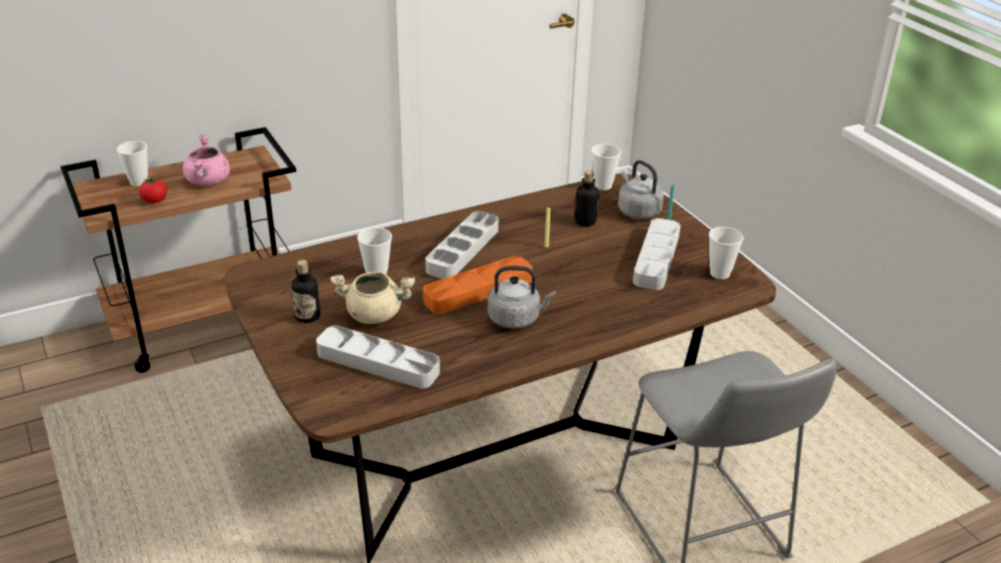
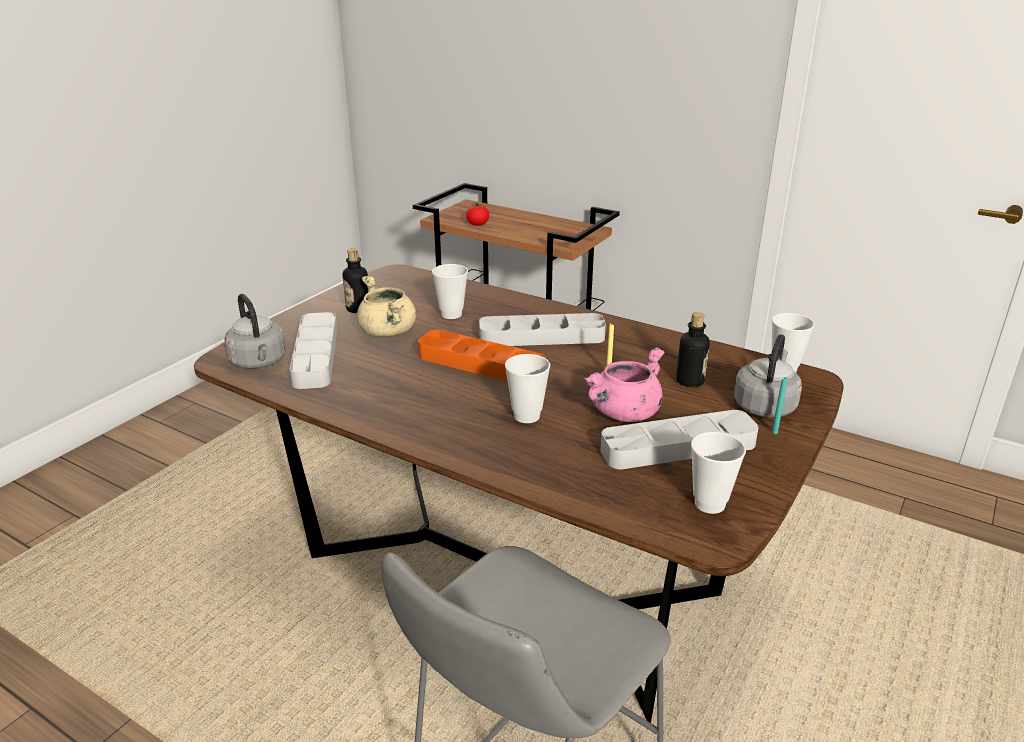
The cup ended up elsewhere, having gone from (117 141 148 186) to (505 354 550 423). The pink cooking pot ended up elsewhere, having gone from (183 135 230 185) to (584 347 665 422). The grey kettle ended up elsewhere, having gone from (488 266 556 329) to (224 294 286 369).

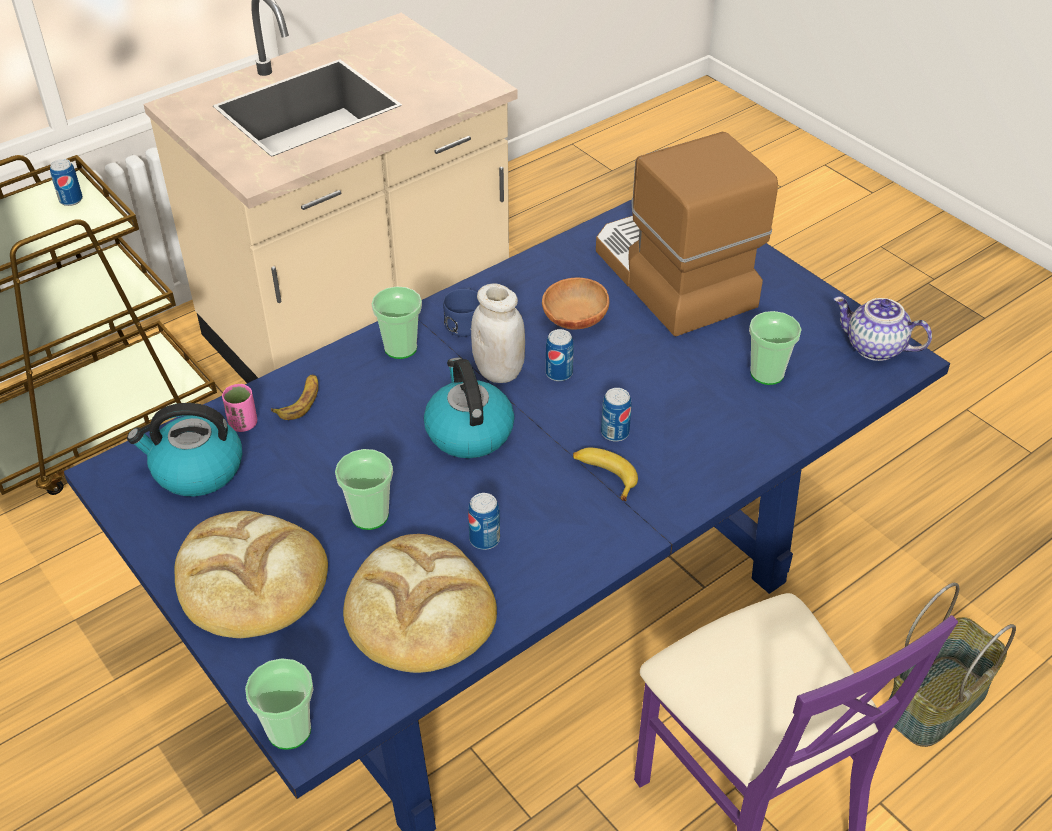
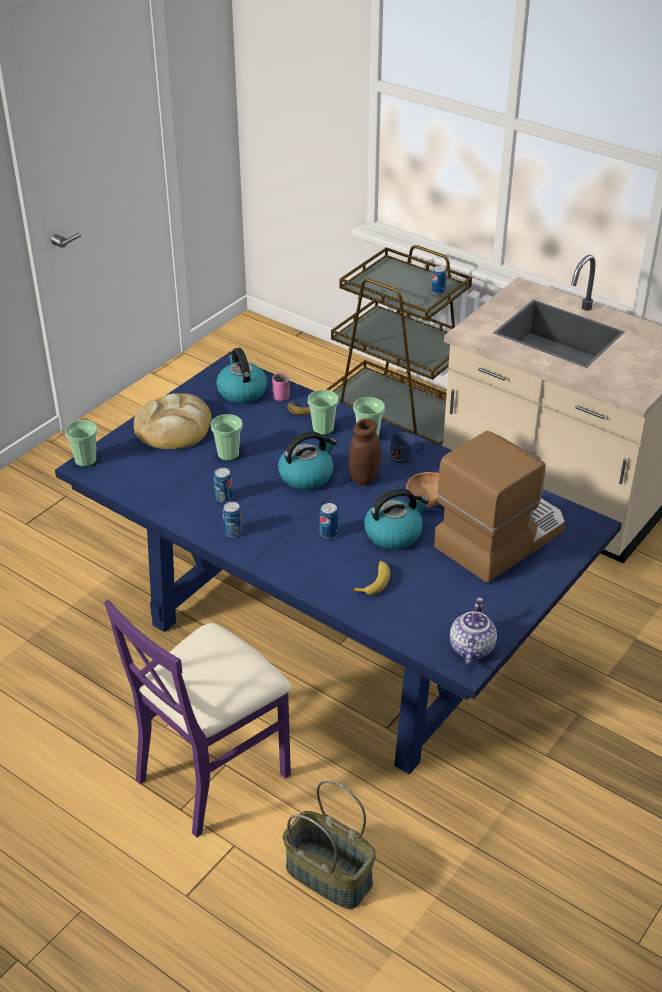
The second view lost the bread at (343 534 497 673). What was the white jar at (471 283 525 383) turned into the brown jar at (349 419 381 485). The can ended up elsewhere, having gone from (546 329 574 381) to (223 502 242 537). The banana ended up elsewhere, having gone from (573 448 638 501) to (352 561 390 595). The cup ended up elsewhere, having gone from (749 311 802 385) to (308 390 339 435). The second view gained the kettle at (364 488 429 549).

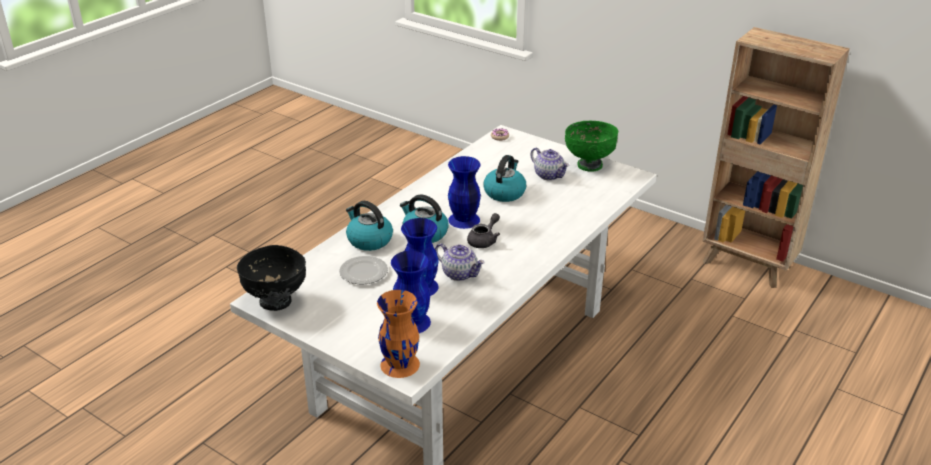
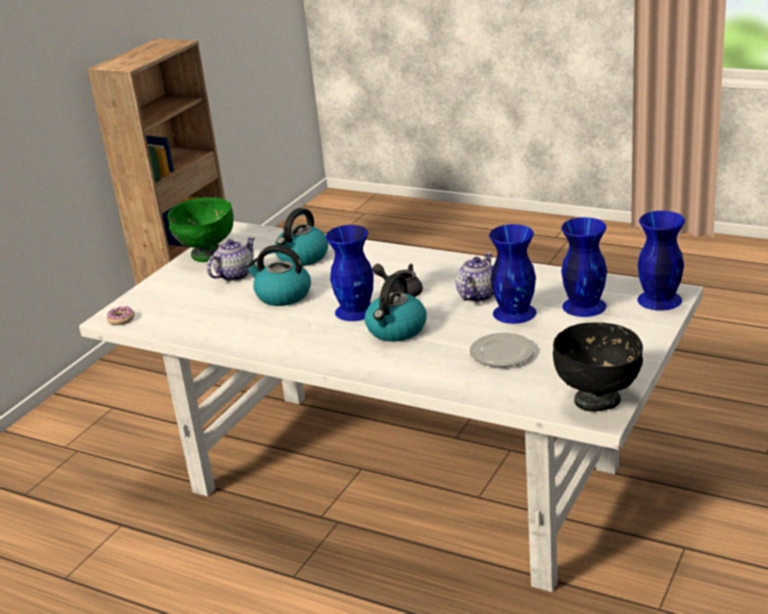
The kettle ended up elsewhere, having gone from (346 201 393 251) to (275 208 328 266). What was the orange vase at (377 290 420 378) turned into the blue vase at (637 211 685 311).

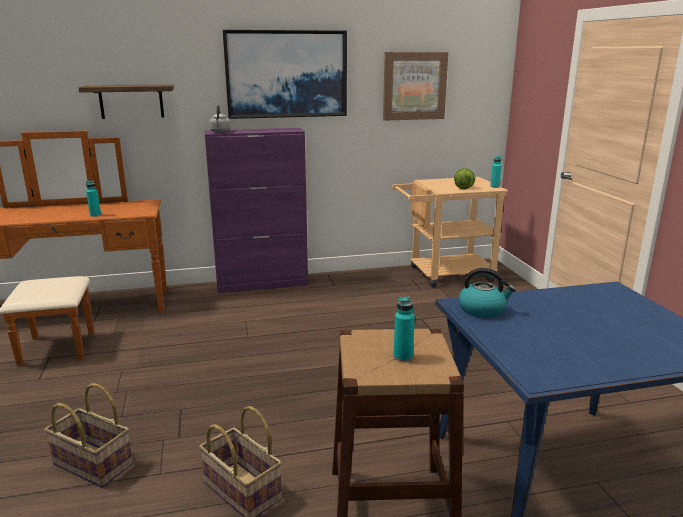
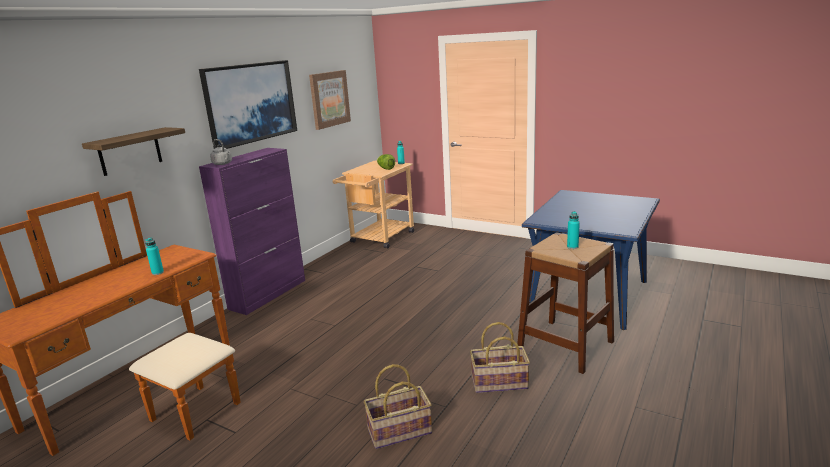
The second view lost the kettle at (459 268 516 318).

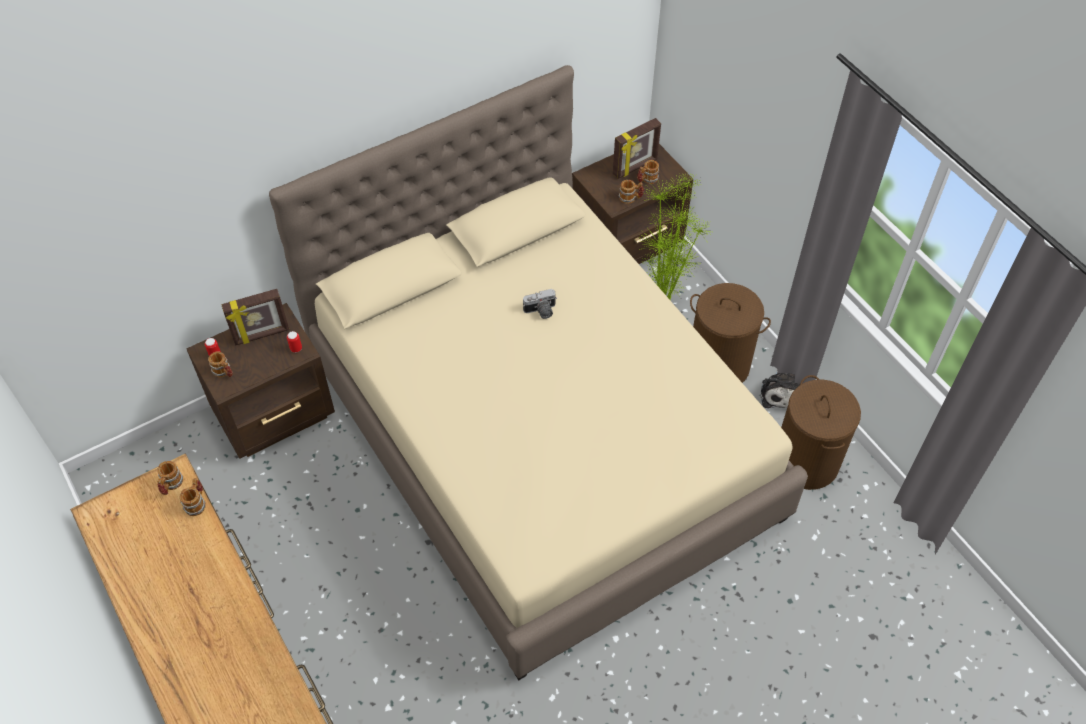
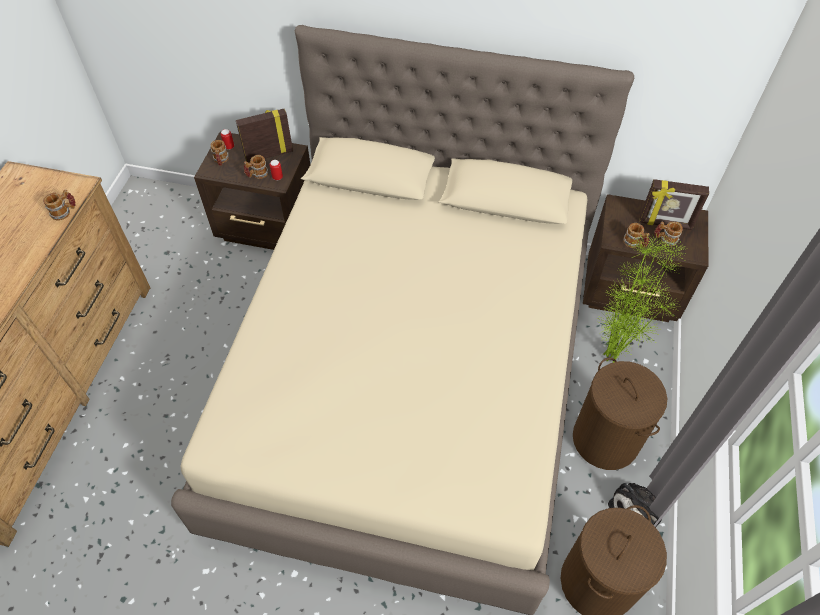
The mug ended up elsewhere, having gone from (157 461 183 495) to (244 155 268 179). The picture frame at (221 289 289 345) ended up facing another way, 135 degrees clockwise from before. The second view lost the photo camera at (523 289 557 319).

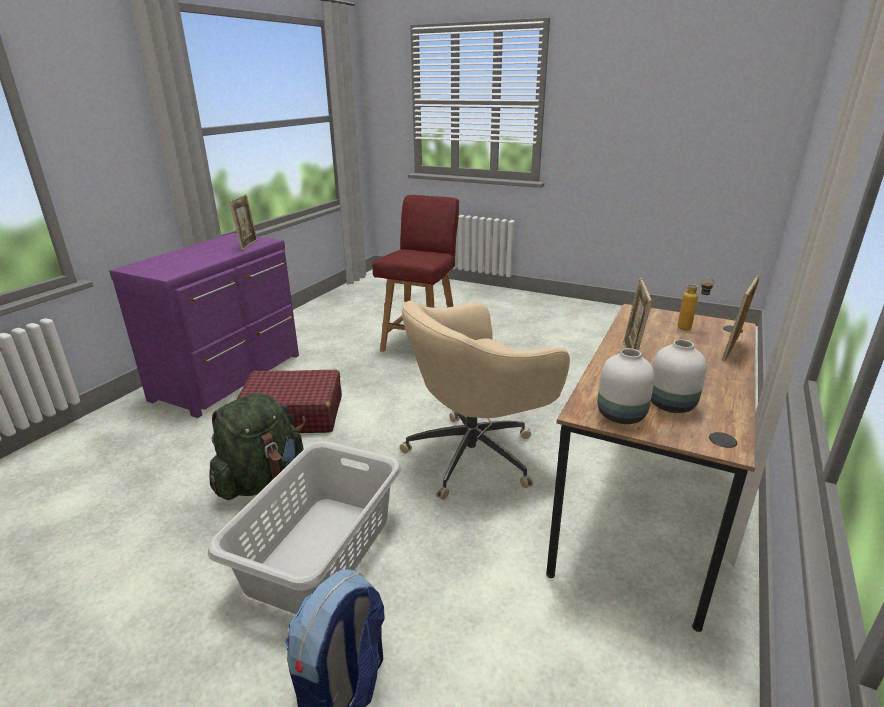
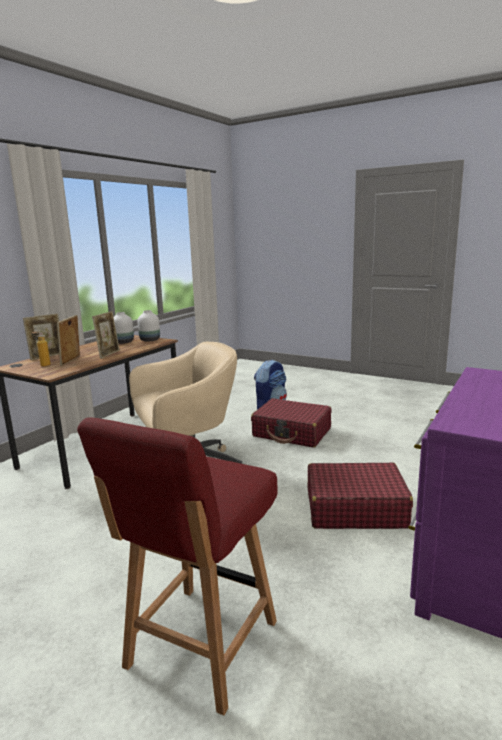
Where the grey laundry basket stood at (208 441 401 614), the red suitcase came to stand at (251 398 331 447). The second view lost the green backpack at (209 393 304 500). The picture frame ended up elsewhere, having gone from (229 194 257 251) to (57 315 80 366).

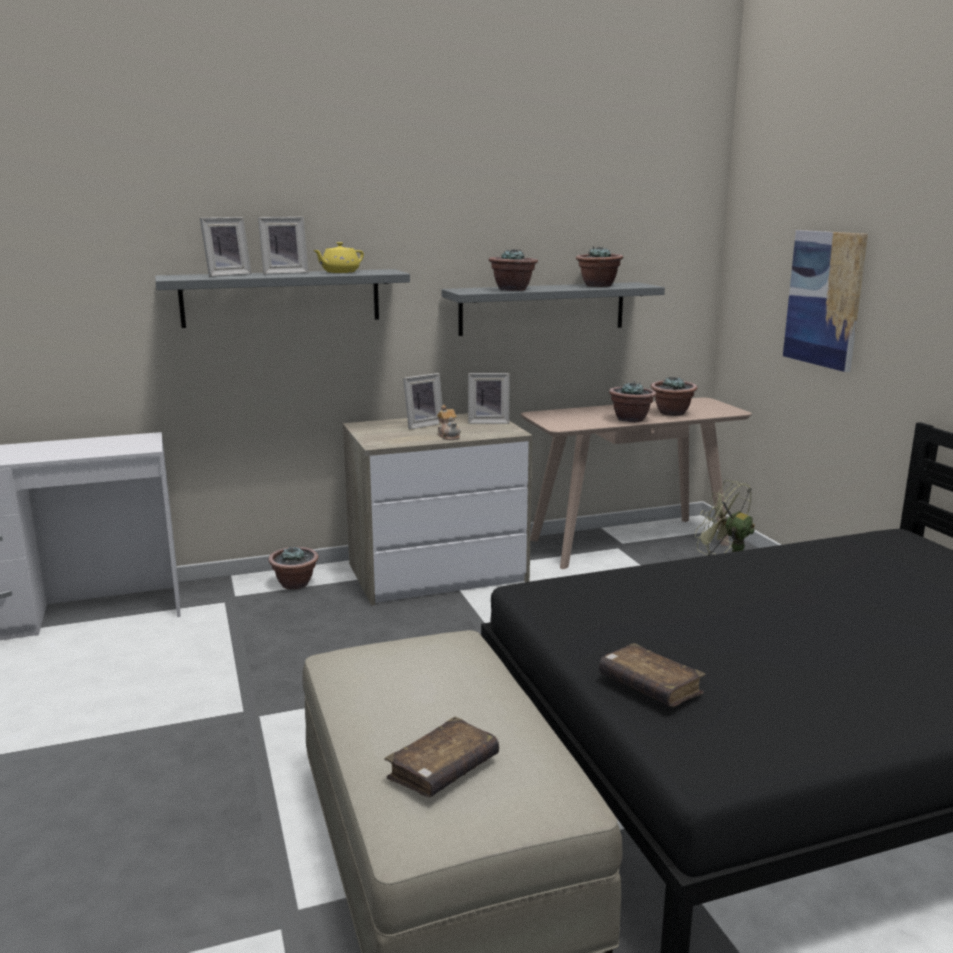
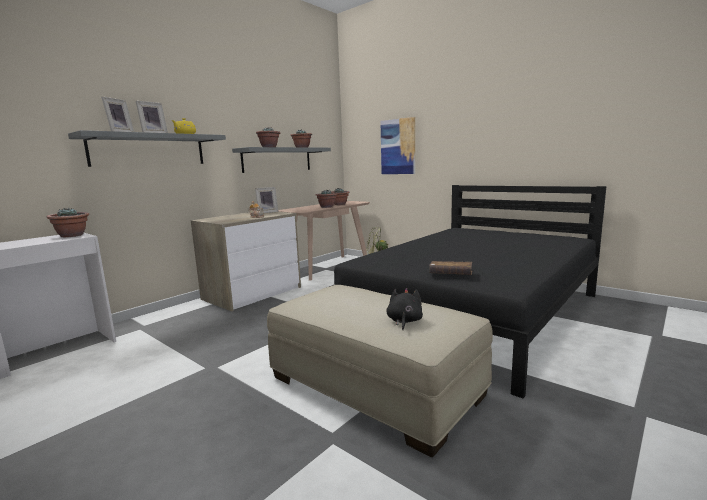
The potted plant ended up elsewhere, having gone from (268 546 318 590) to (47 208 89 237). Where the brown book stood at (385 716 499 797), the black plush toy came to stand at (386 288 423 330). The second view lost the picture frame at (403 373 443 429).

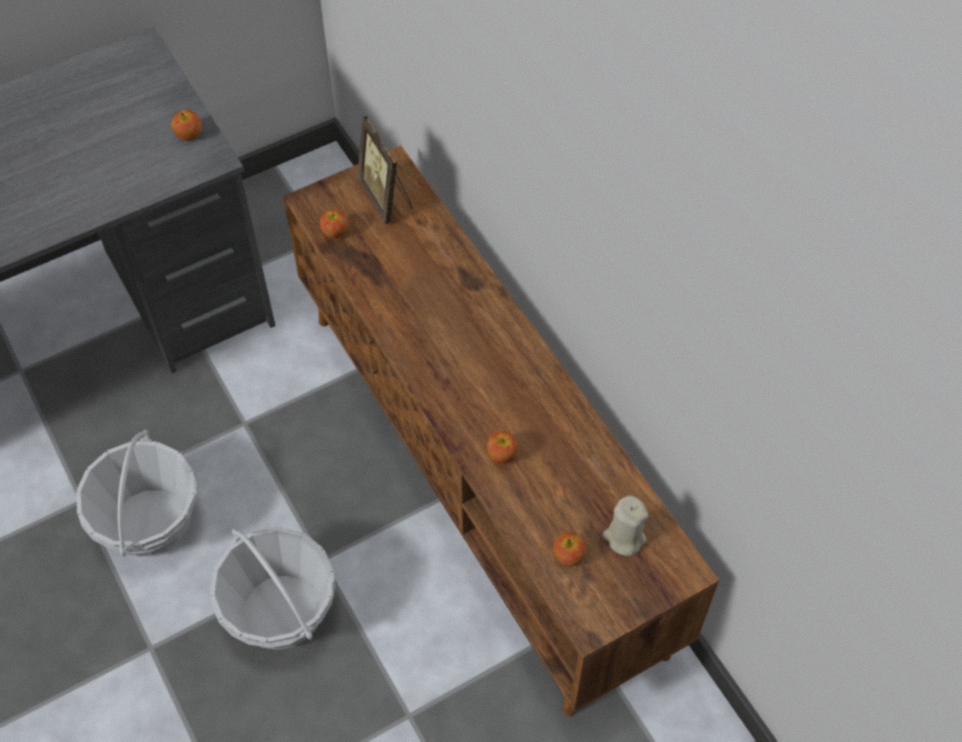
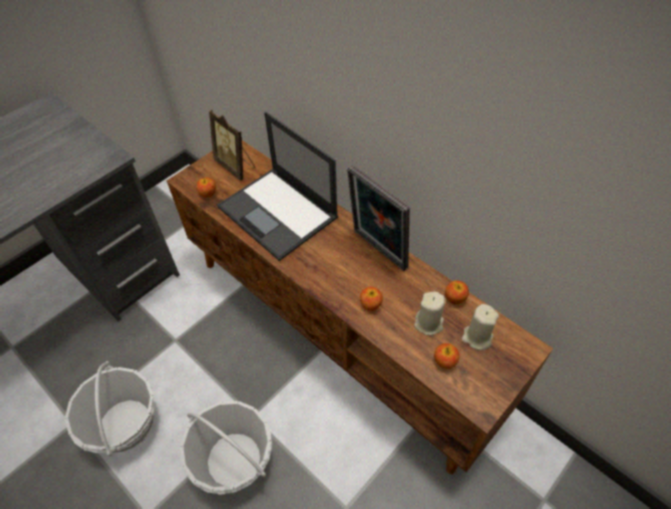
The apple ended up elsewhere, having gone from (171 110 202 141) to (445 280 469 304). The second view gained the laptop at (217 112 338 261). The second view gained the picture frame at (347 165 410 271). The second view gained the beige candle at (414 292 445 335).

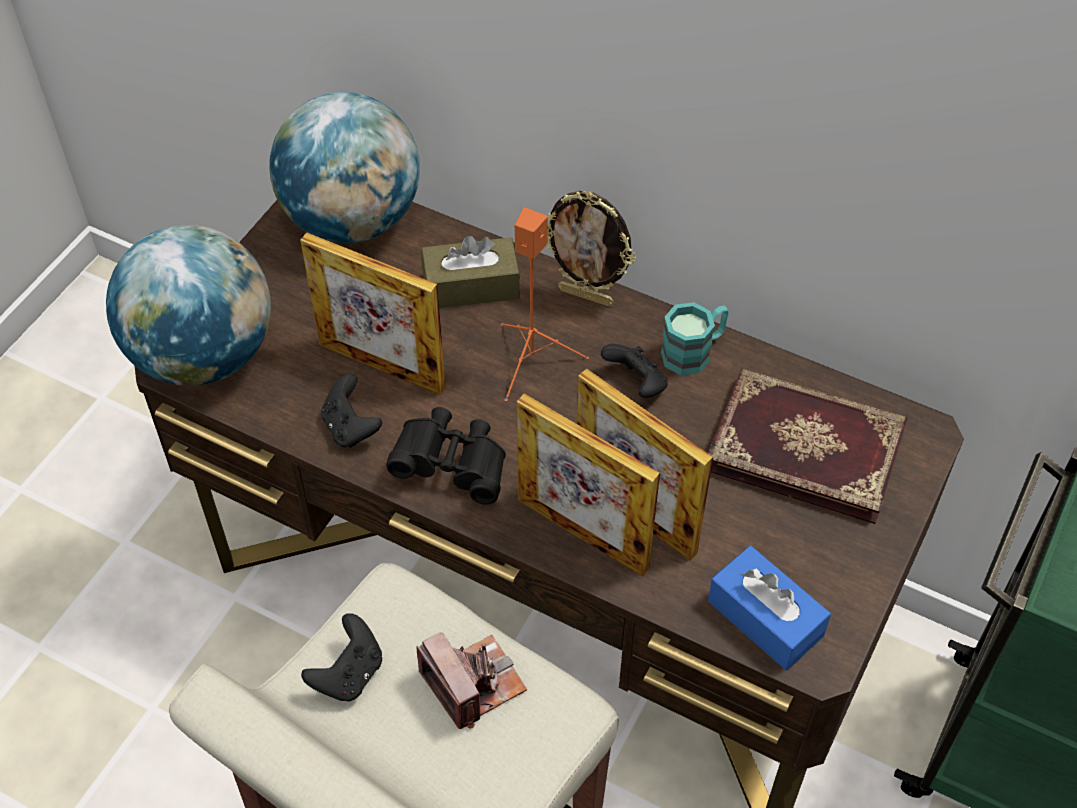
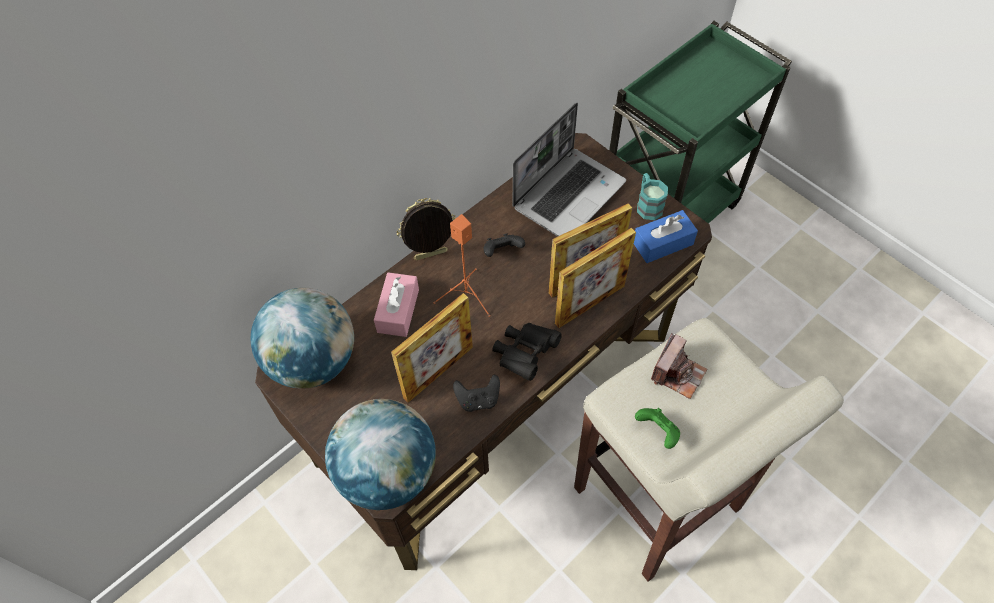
What was the black game controller at (301 613 382 701) turned into the green game controller at (635 408 680 449). The photo camera at (416 632 527 729) ended up facing another way, 135 degrees clockwise from before. What was the brown tissue box at (421 235 520 308) turned into the pink tissue box at (374 272 419 337). The picture frame at (547 191 636 307) ended up facing another way, 150 degrees counterclockwise from before. The turquoise mug ended up elsewhere, having gone from (661 302 729 376) to (637 173 668 220). Where the book stood at (708 368 908 524), the laptop came to stand at (513 103 626 237).

